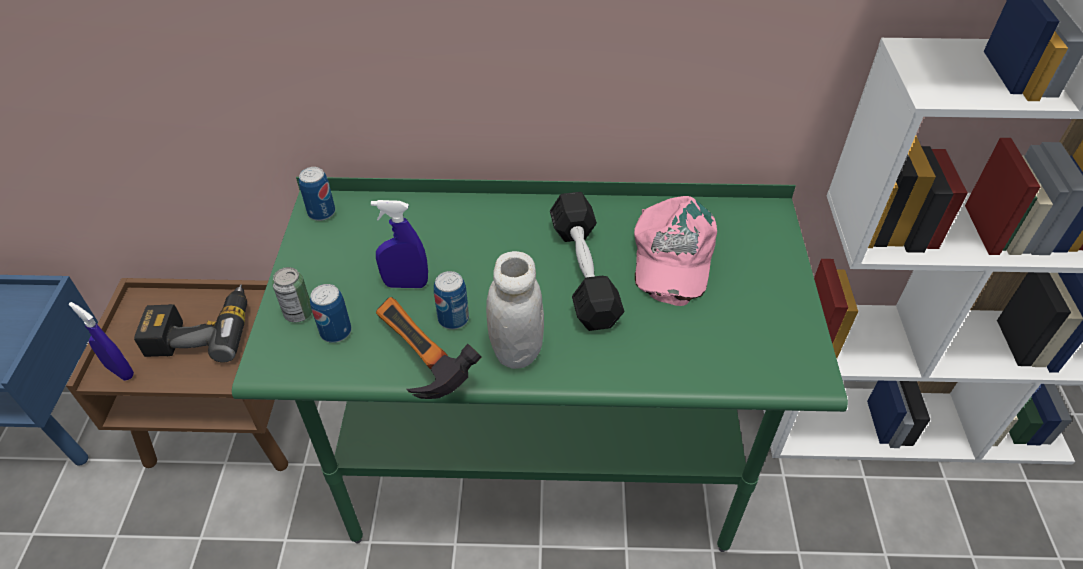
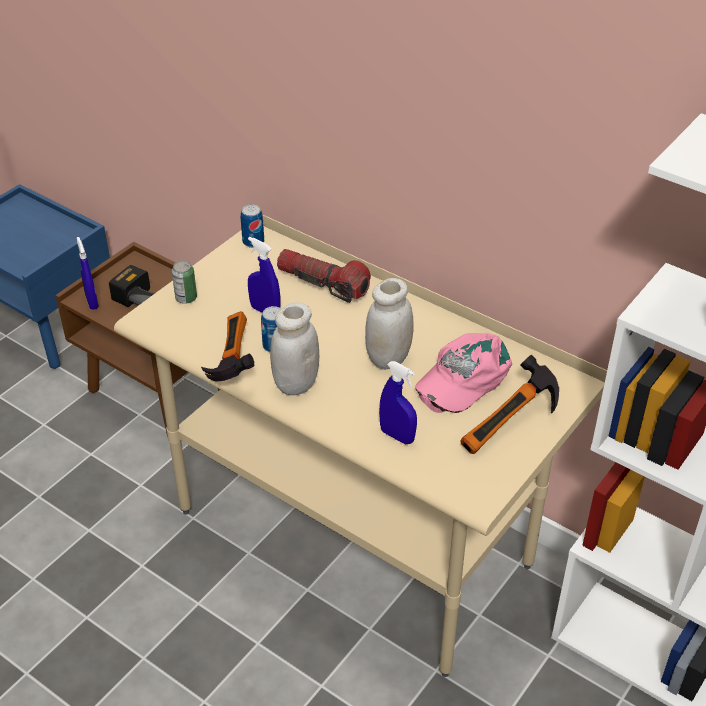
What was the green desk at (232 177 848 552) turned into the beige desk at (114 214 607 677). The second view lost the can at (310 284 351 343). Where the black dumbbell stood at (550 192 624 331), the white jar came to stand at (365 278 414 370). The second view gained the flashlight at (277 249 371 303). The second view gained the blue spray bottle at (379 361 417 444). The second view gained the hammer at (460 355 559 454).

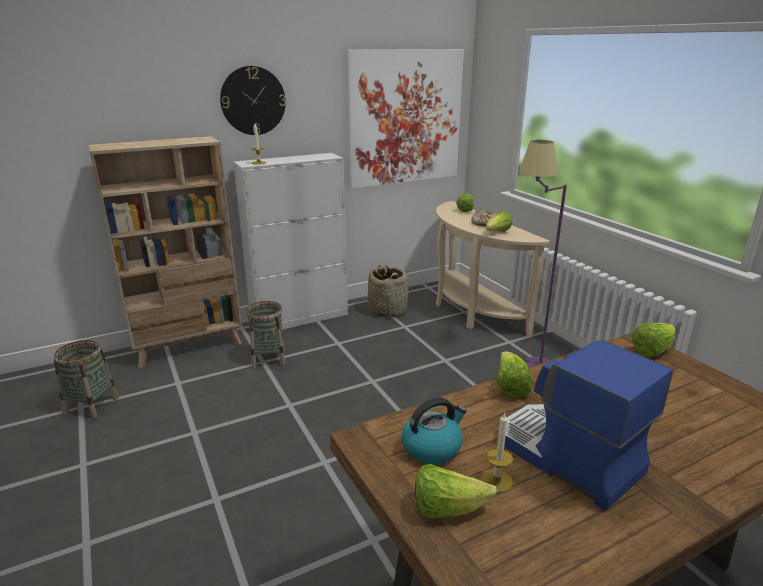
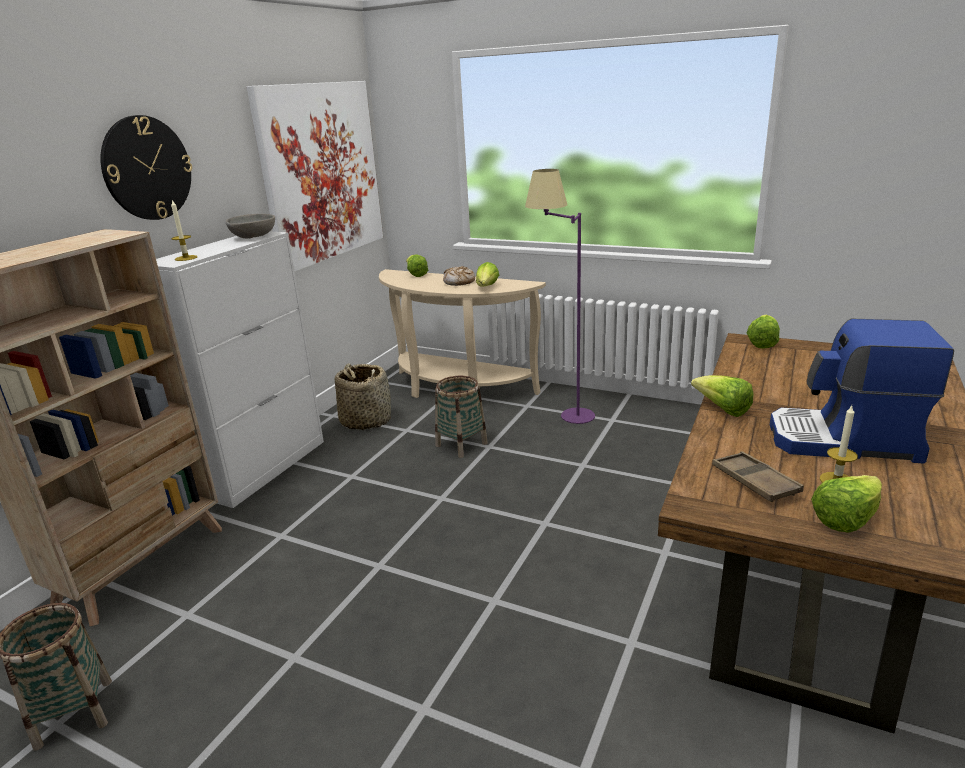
The basket ended up elsewhere, having gone from (246 301 285 368) to (435 376 488 458). Where the kettle stood at (401 397 467 464), the brown tray came to stand at (712 451 804 502). The second view gained the grey bowl at (226 214 275 238).

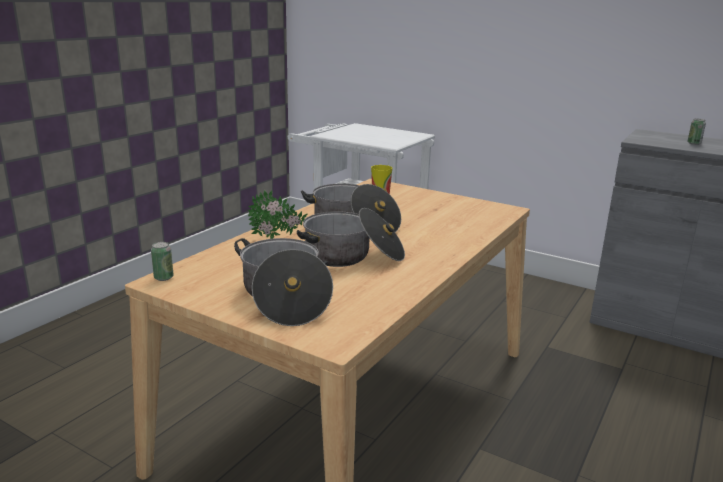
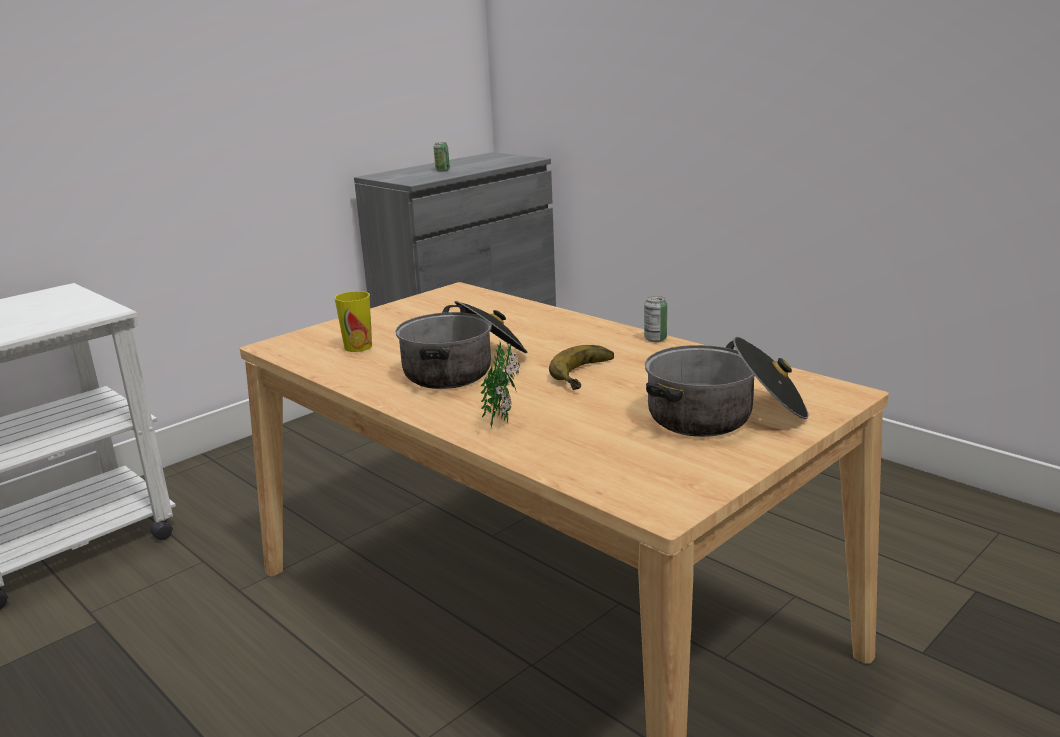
The can ended up elsewhere, having gone from (151 242 174 281) to (644 296 667 342). Where the cooking pot stood at (297 208 405 267), the banana came to stand at (549 345 614 390).

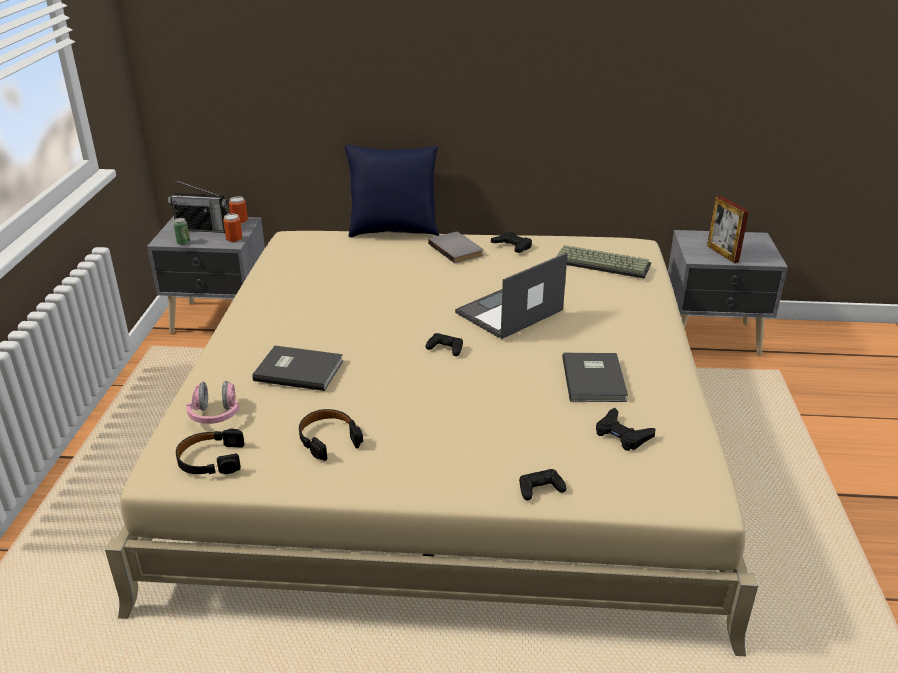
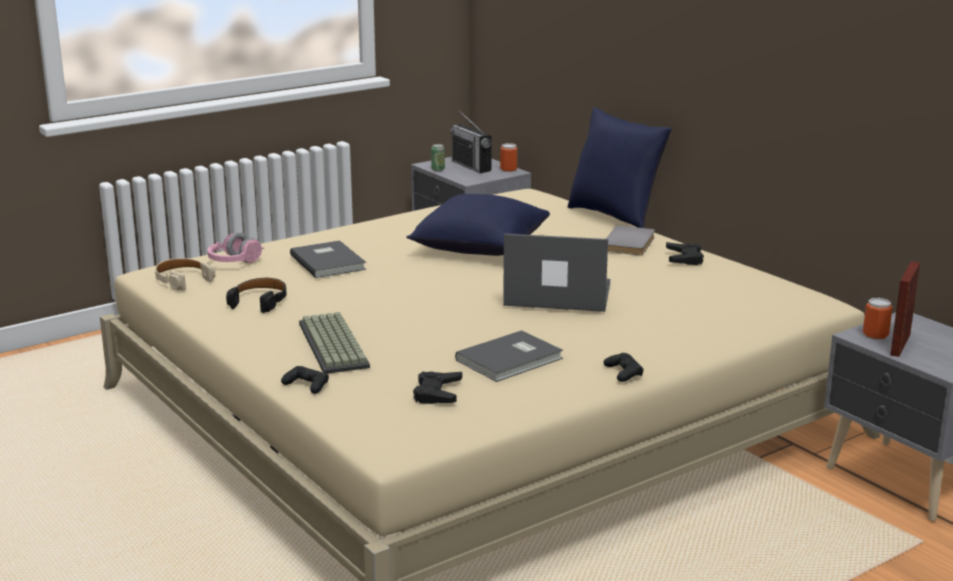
What was the black headphones at (176 429 244 474) turned into the beige headphones at (155 258 215 291). The can ended up elsewhere, having gone from (223 213 242 243) to (863 298 893 340). The black game controller ended up elsewhere, having gone from (425 333 463 356) to (603 353 644 382). The keyboard ended up elsewhere, having gone from (556 245 651 279) to (299 312 370 374). The second view gained the blue pillow at (406 194 550 256).

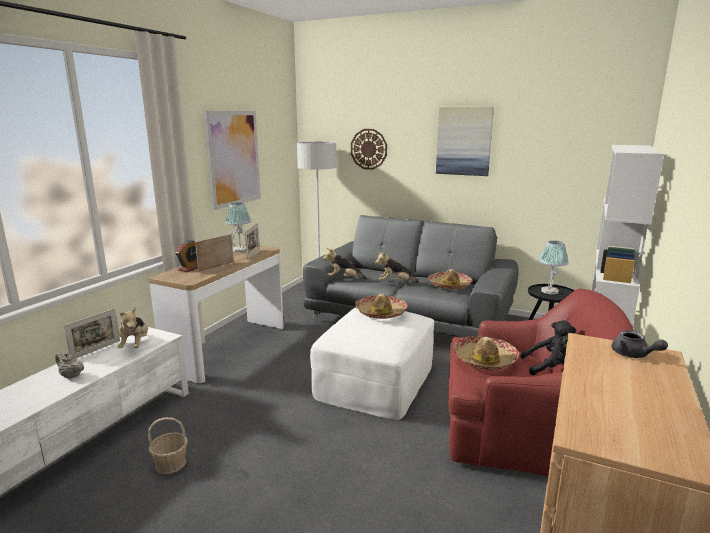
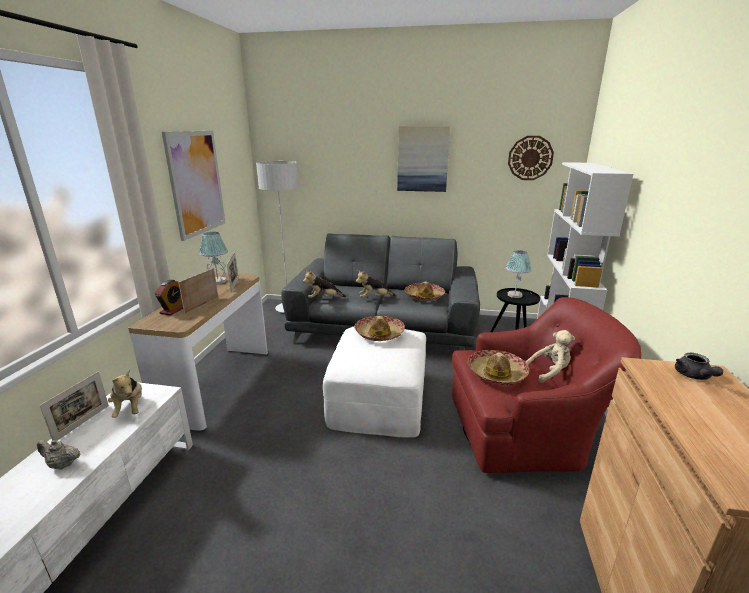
The second view lost the basket at (148 417 188 474). The wall clock ended up elsewhere, having gone from (351 129 387 170) to (508 136 554 180). What was the black plush toy at (521 320 576 375) turned into the beige plush toy at (525 330 575 383). The grey teapot at (612 330 668 358) ended up facing another way, 45 degrees clockwise from before.

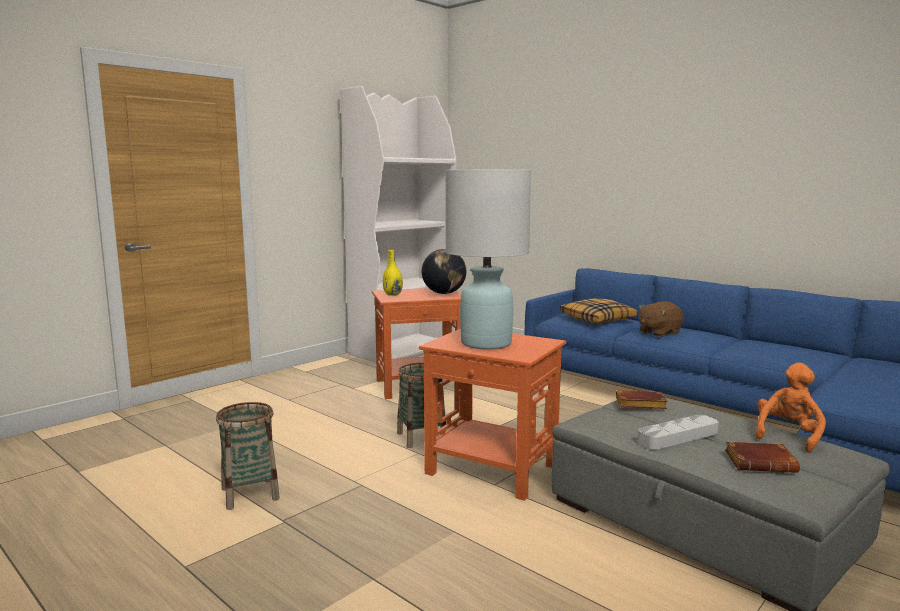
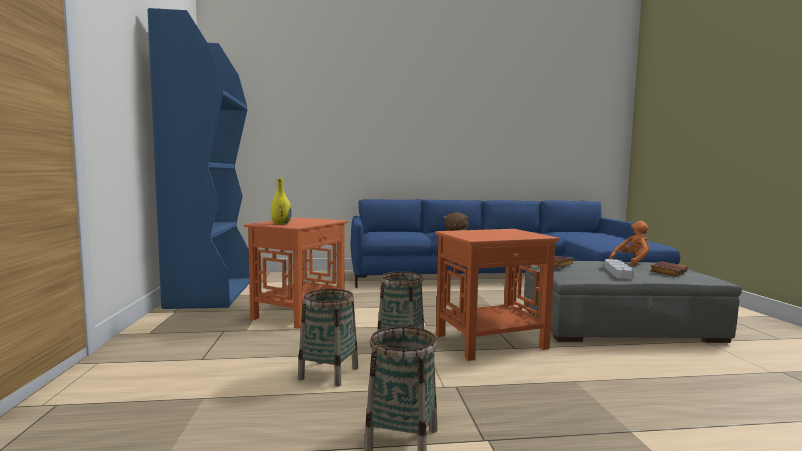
What was the white bookcase at (340 86 456 363) turned into the blue bookcase at (147 8 249 309). The second view lost the globe at (422 249 466 294). The second view lost the white table lamp at (445 170 531 349). The second view lost the pillow at (560 299 638 323). The orange plush toy at (755 362 826 453) ended up facing another way, 75 degrees clockwise from before. The second view gained the basket at (298 289 358 387).

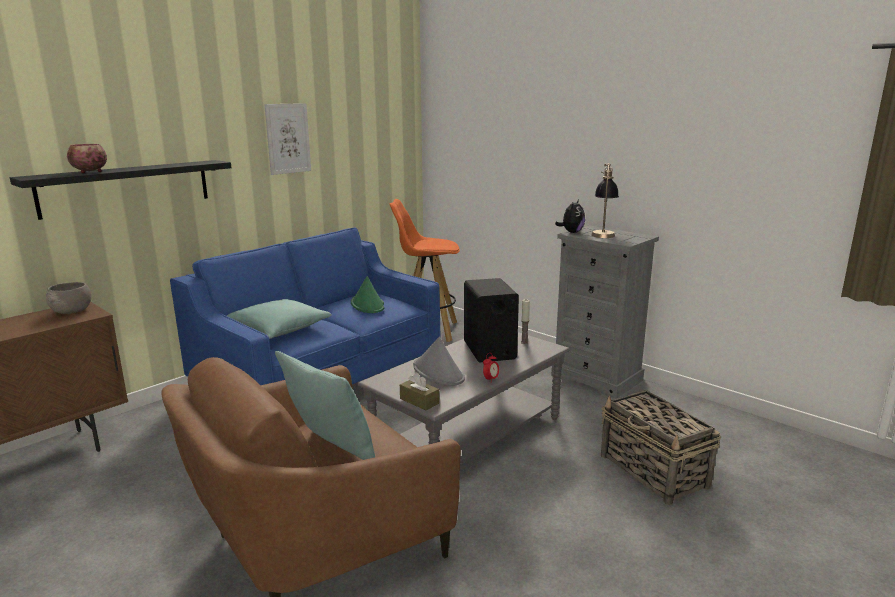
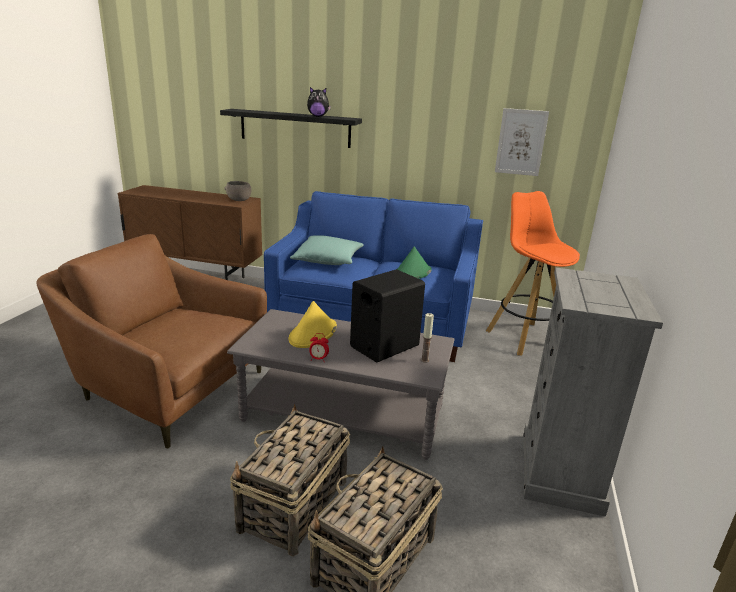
The second view lost the bowl at (67 144 107 173). The picture ended up elsewhere, having gone from (264 103 311 175) to (495 108 549 176). The second view lost the turquoise pillow at (275 351 375 460). The second view lost the brown tissue box at (400 373 439 410). What was the grey hat at (413 337 465 386) turned into the yellow hat at (289 301 337 348). The plush toy ended up elsewhere, having gone from (555 200 585 233) to (307 87 331 117). The second view lost the table lamp at (591 163 619 238). The second view gained the basket at (230 404 350 556).

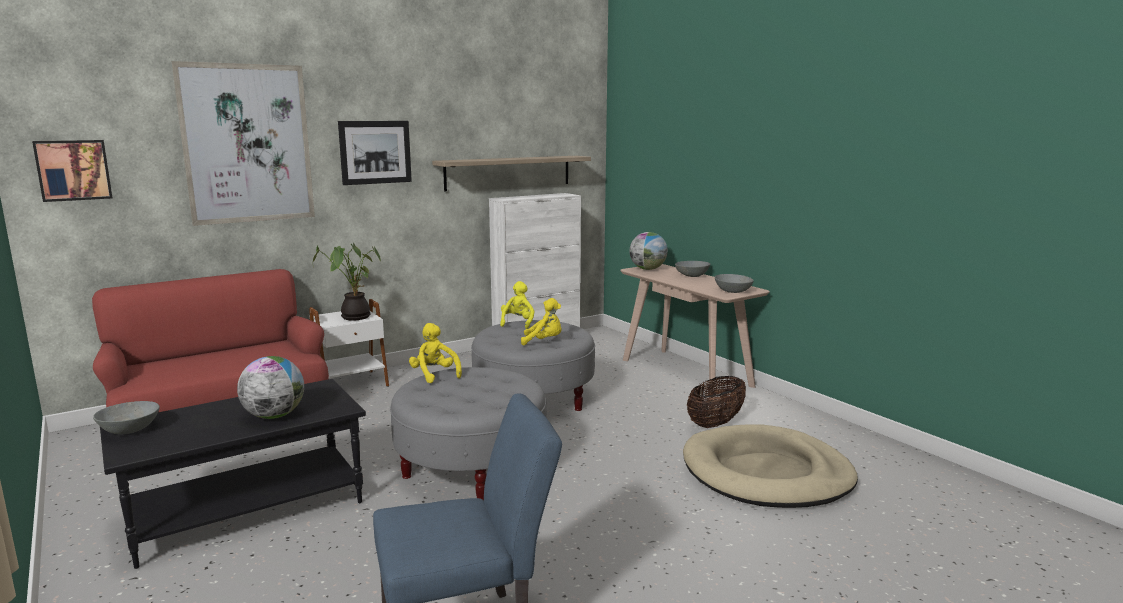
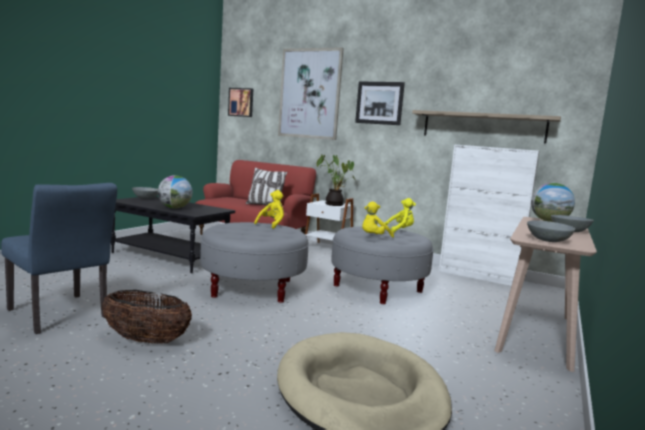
The yellow plush toy at (521 298 562 345) ended up facing another way, 75 degrees clockwise from before. The basket ended up elsewhere, having gone from (687 376 746 428) to (102 290 192 344). The second view gained the pillow at (246 167 287 206).

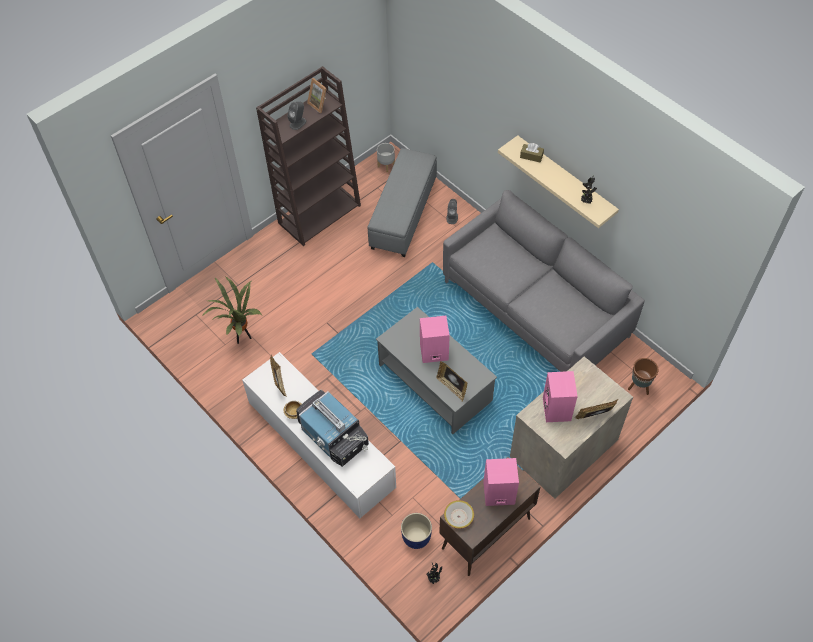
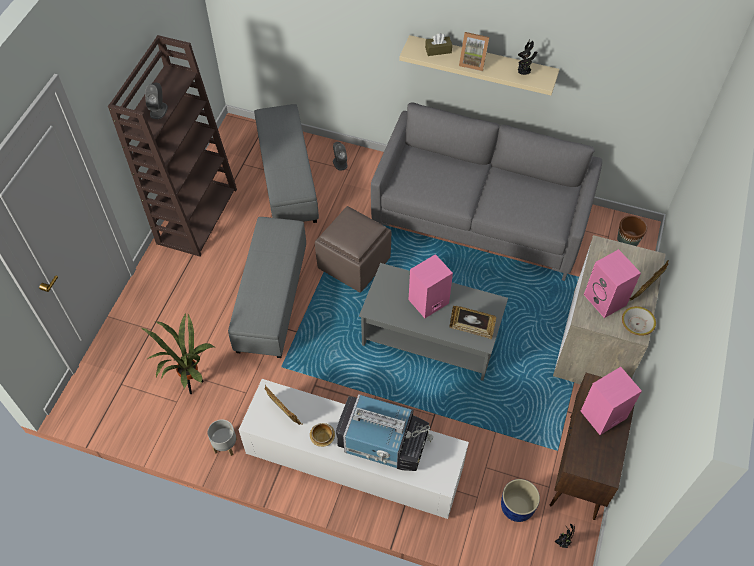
The picture frame ended up elsewhere, having gone from (307 78 327 113) to (459 32 490 71). The grey planter ended up elsewhere, having gone from (377 143 395 172) to (208 419 237 456). The bowl ended up elsewhere, having gone from (444 500 474 529) to (622 306 656 336). The second view gained the grey ottoman at (228 217 306 358). The second view gained the brown ottoman at (315 206 391 293).

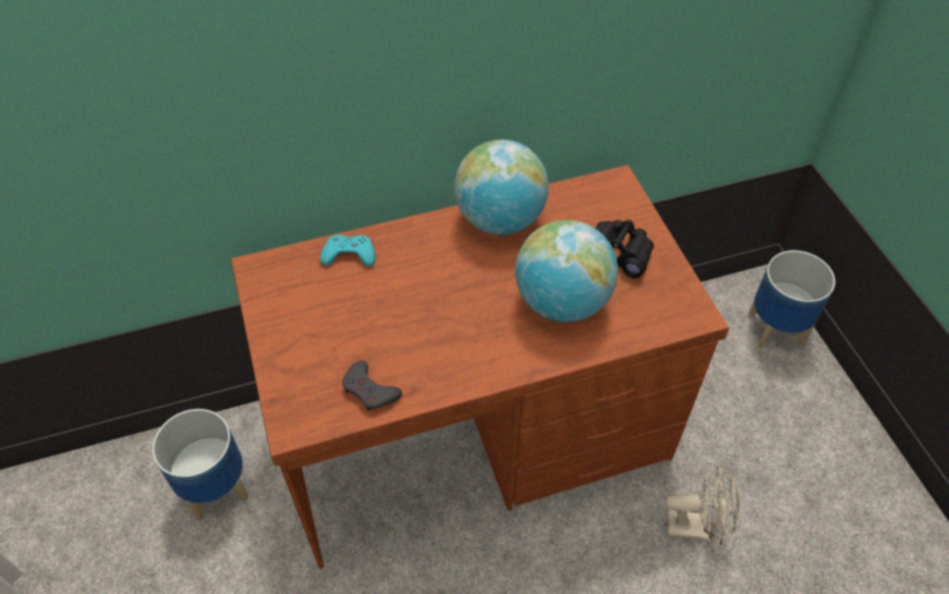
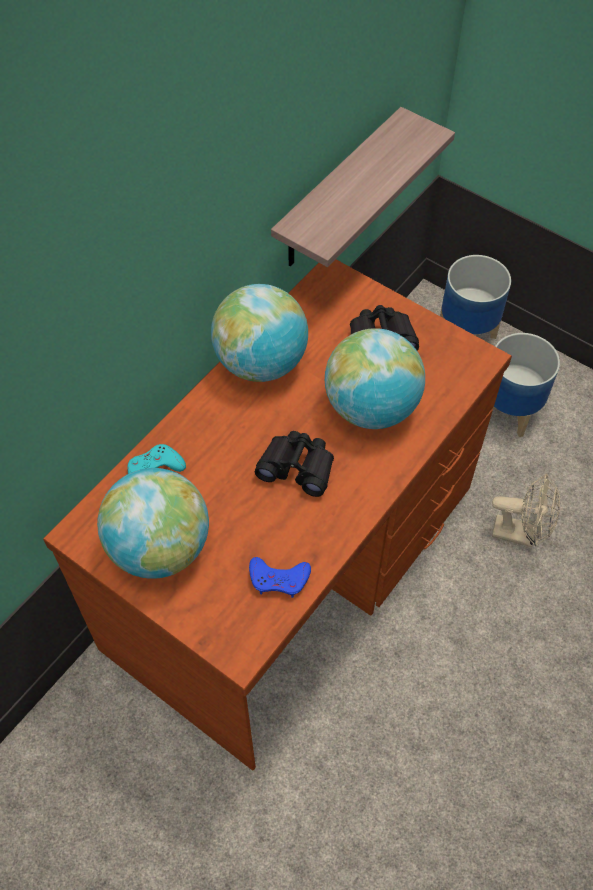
The planter ended up elsewhere, having gone from (152 409 248 520) to (492 333 560 437). What was the grey game controller at (342 360 402 411) turned into the blue game controller at (249 557 311 598). The beige fan at (665 464 740 546) ended up facing another way, 45 degrees clockwise from before. The second view gained the globe at (97 468 209 579). The second view gained the black binoculars at (255 431 334 497). The second view gained the shelf at (271 107 455 267).

